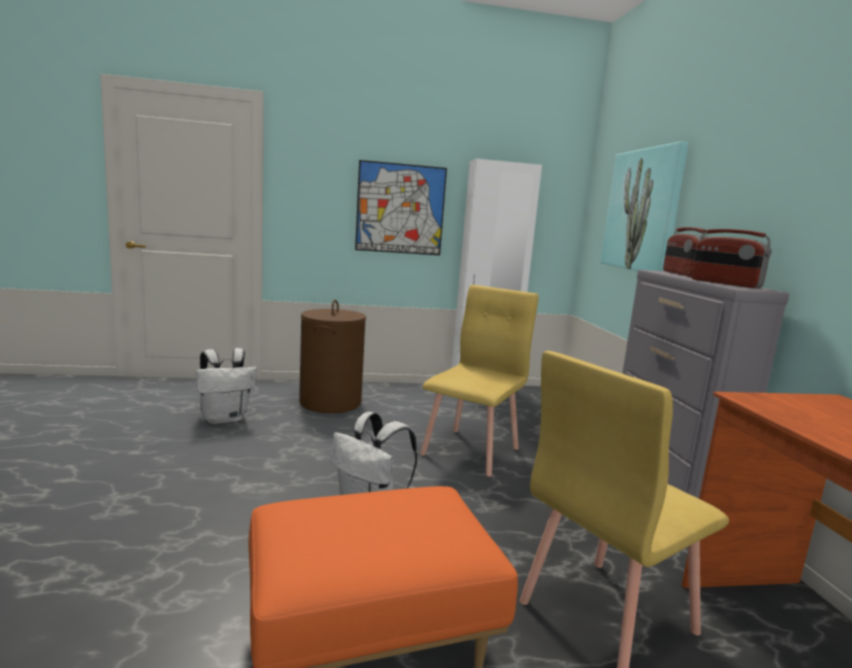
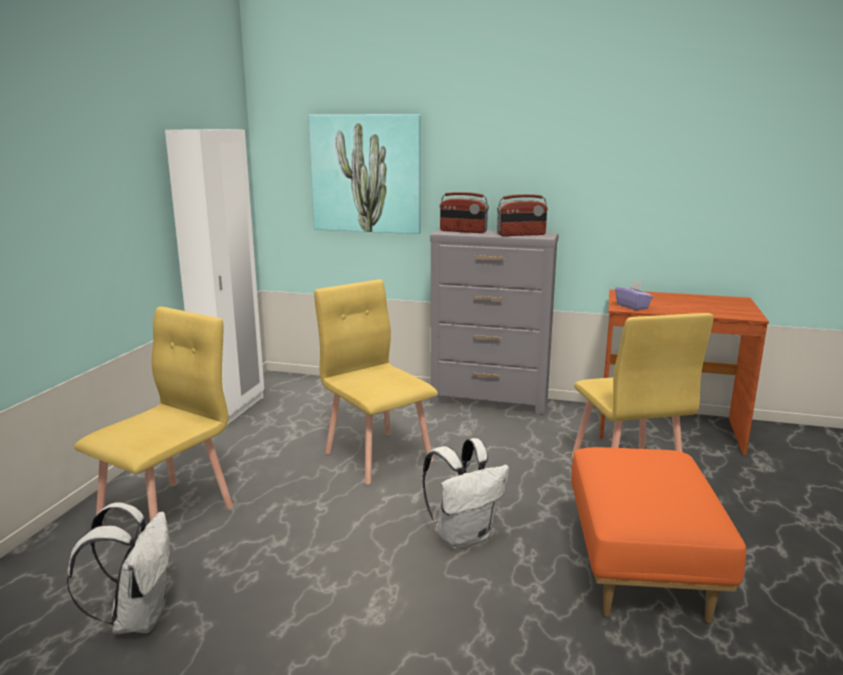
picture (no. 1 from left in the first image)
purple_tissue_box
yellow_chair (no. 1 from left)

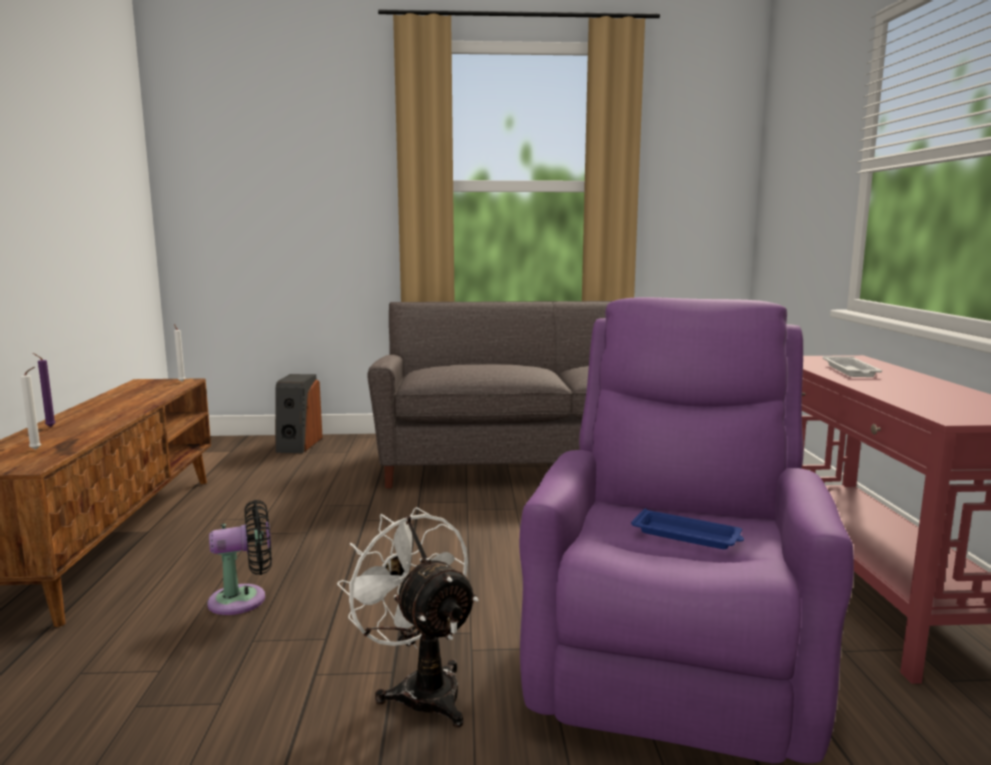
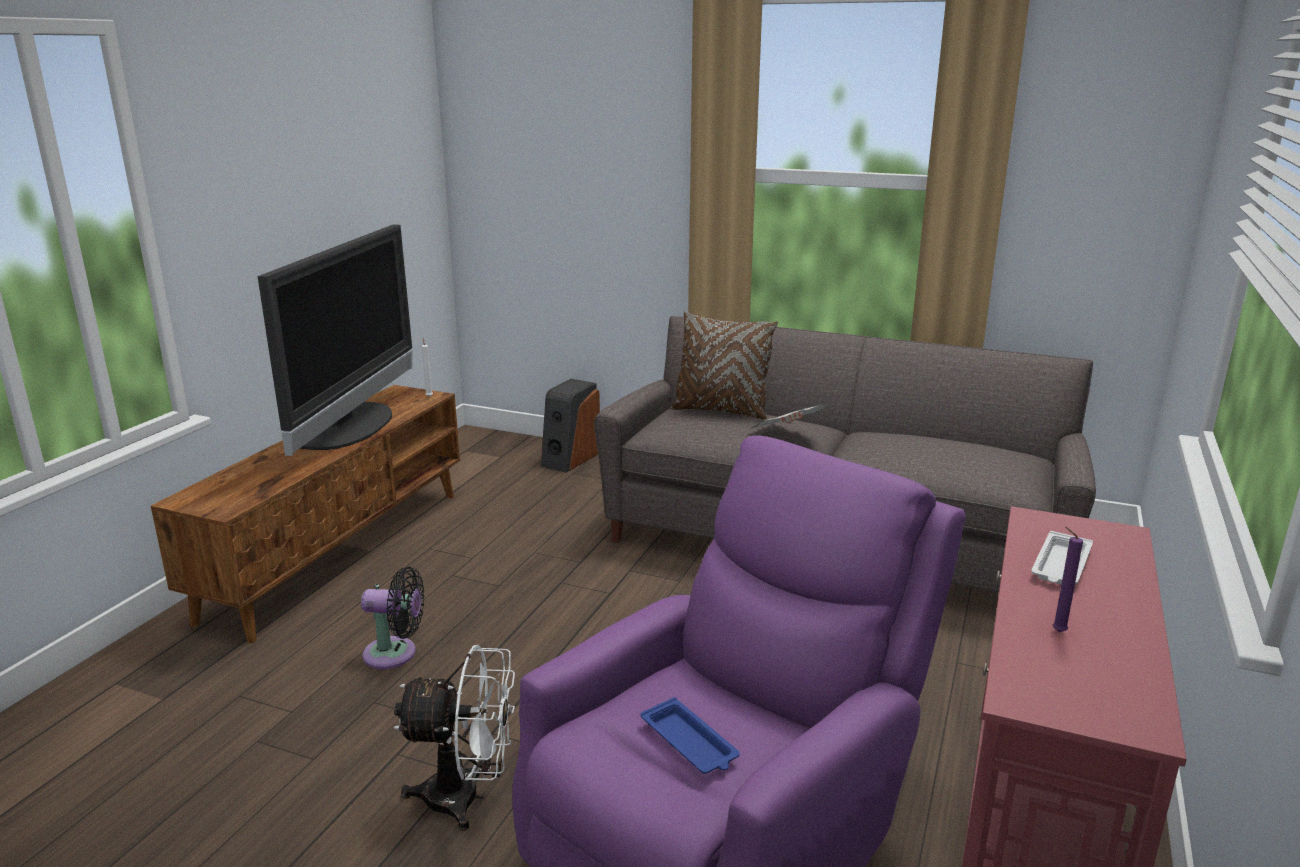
white_candle (no. 1 from left in the first image)
television
brown_pillow
newspaper
purple_candle
white_fan

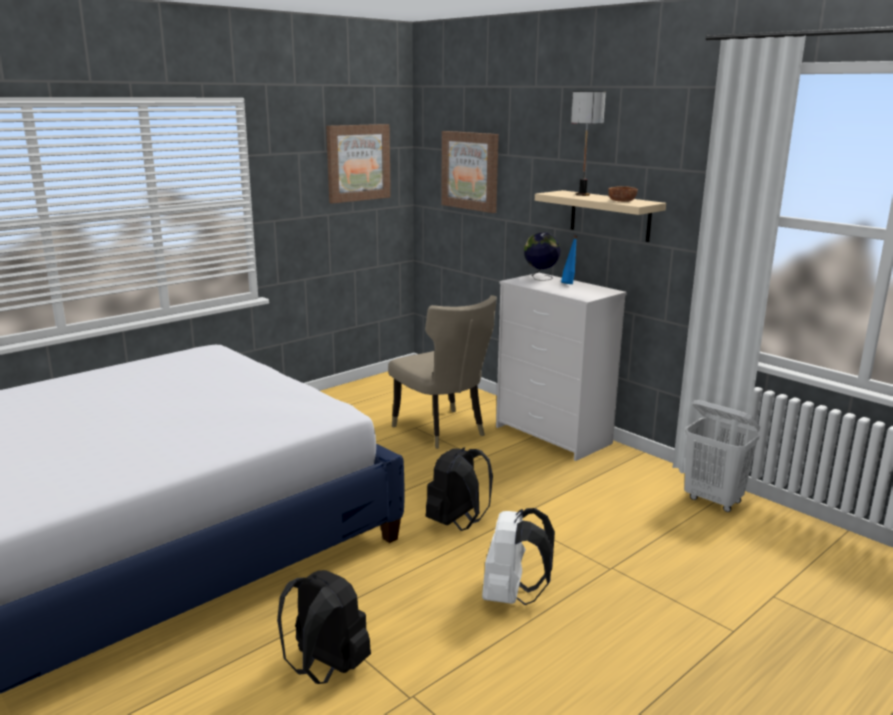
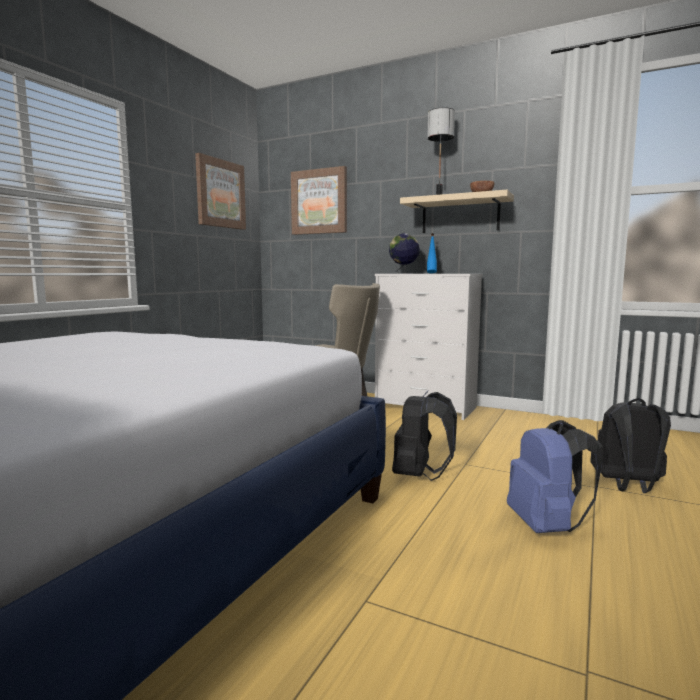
white_laundry_basket
black_backpack (no. 2 from left)
blue_backpack

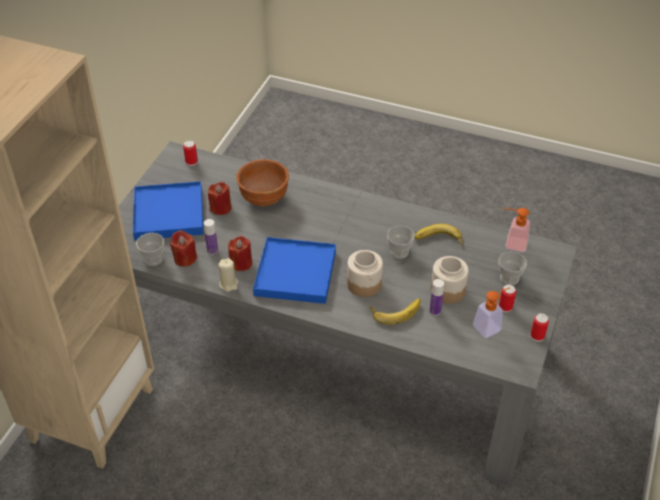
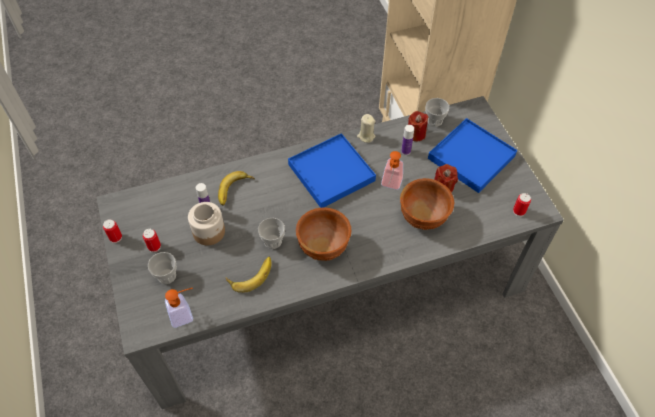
red_candle (no. 3 from left in the first image)
jar (no. 1 from left in the first image)
brown_bowl (no. 1 from left)
soap_dispenser (no. 2 from left)

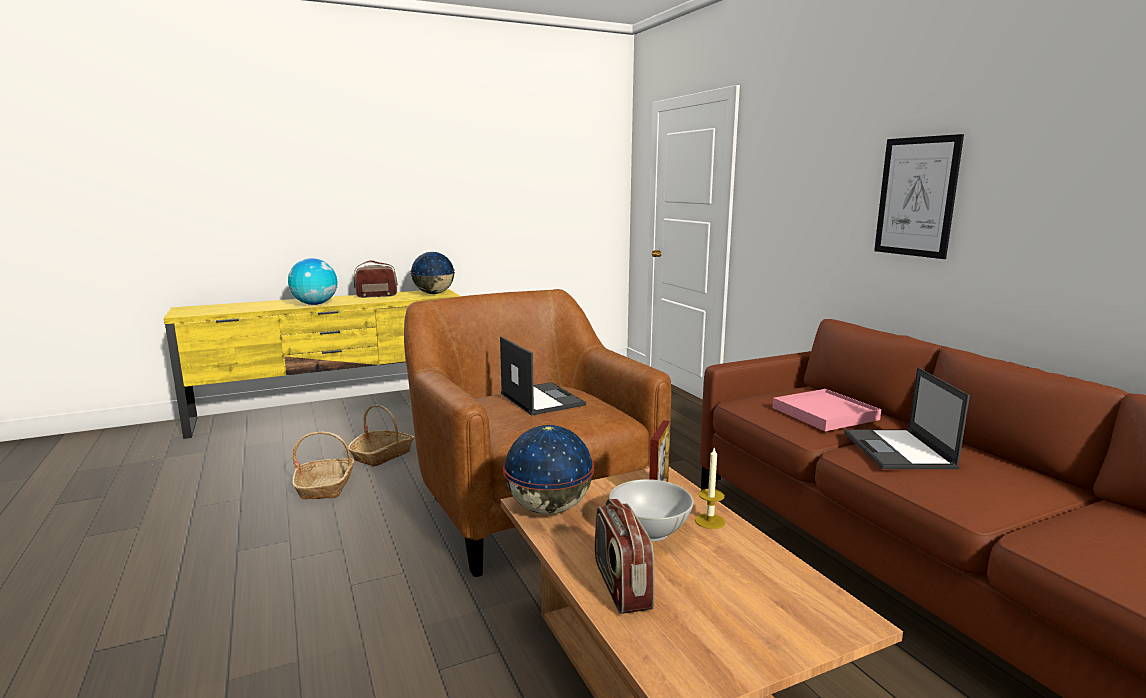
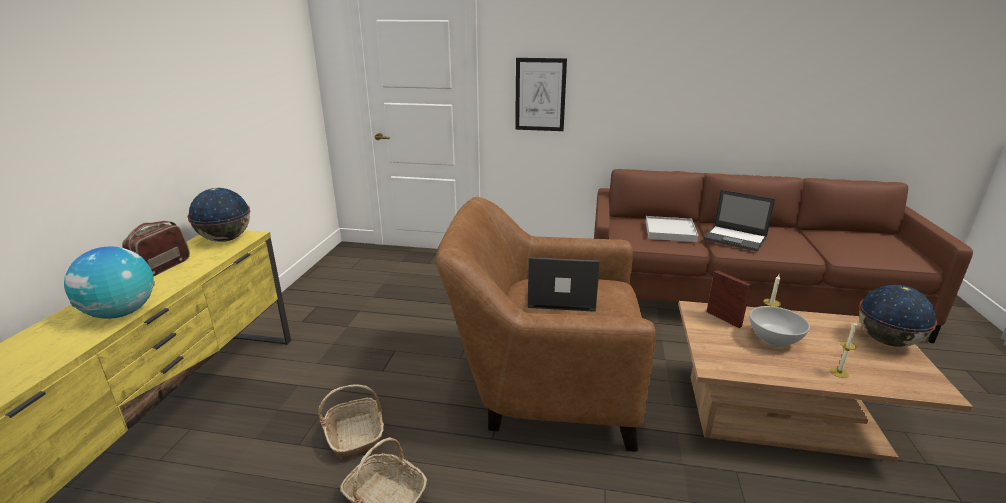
globe (no. 3 from left)
picture
candle (no. 2 from left)
white_tray

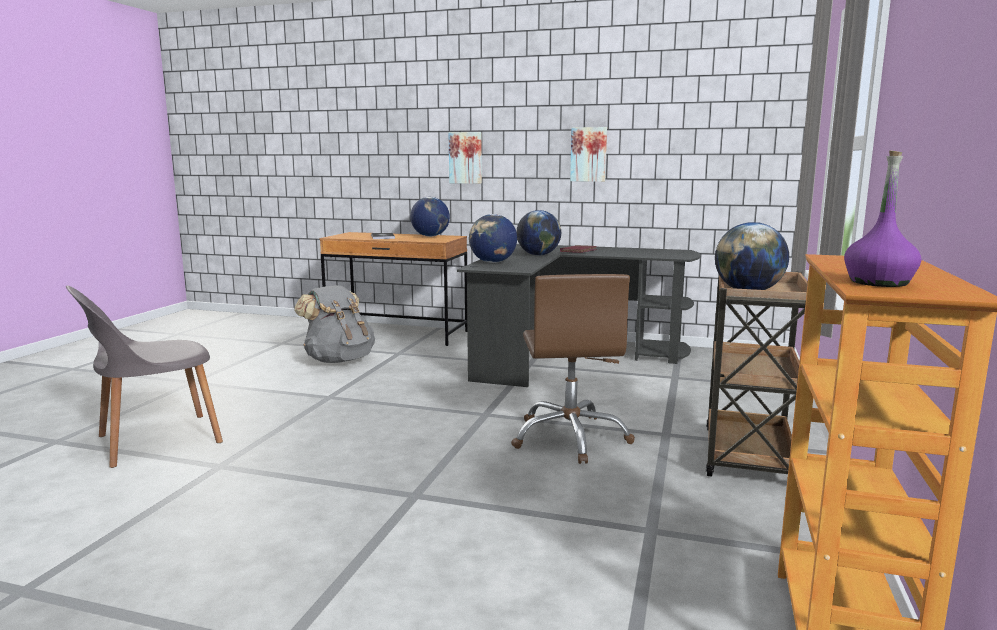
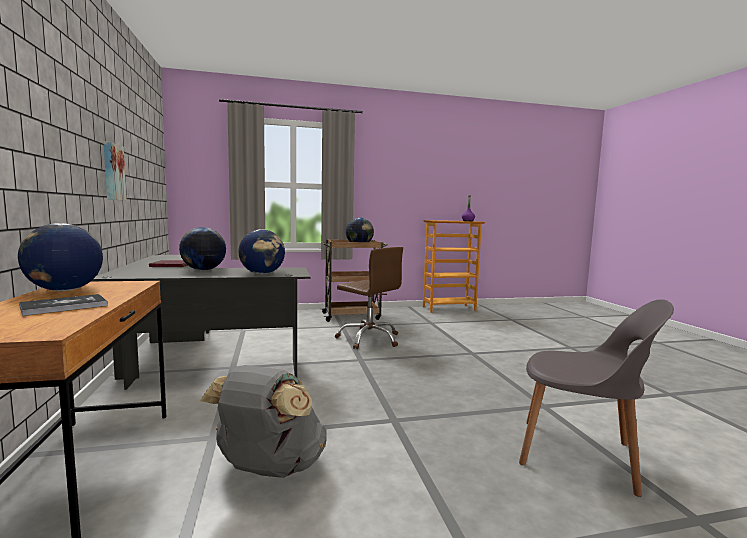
picture (no. 1 from left in the first image)
brown_office_chair

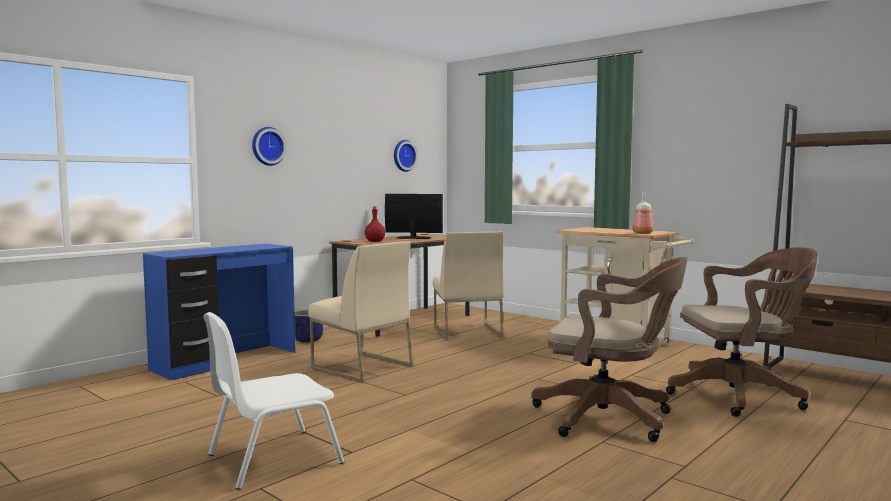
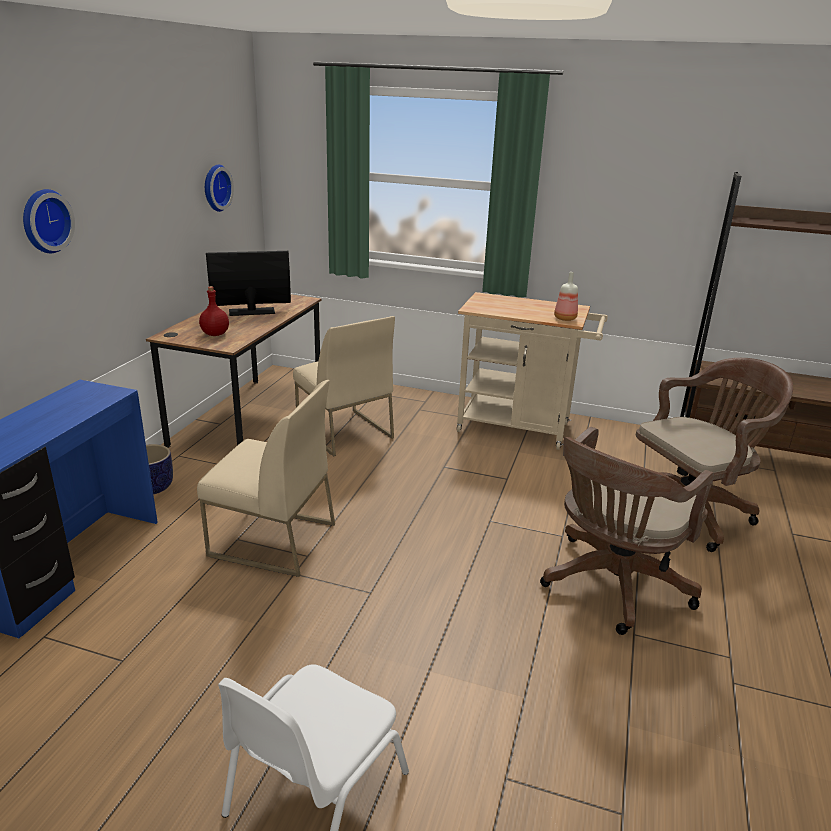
brown_office_chair (no. 1 from left)

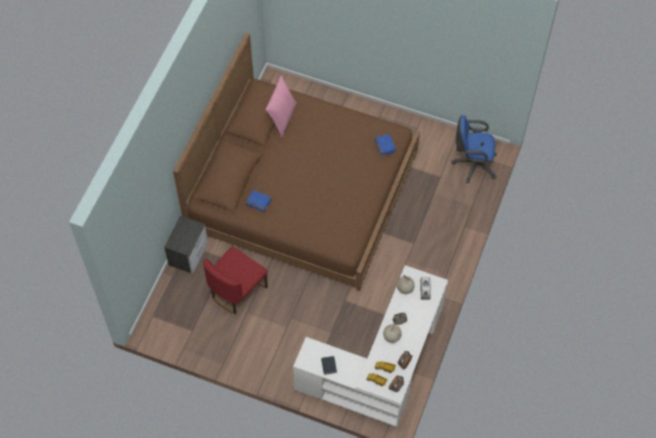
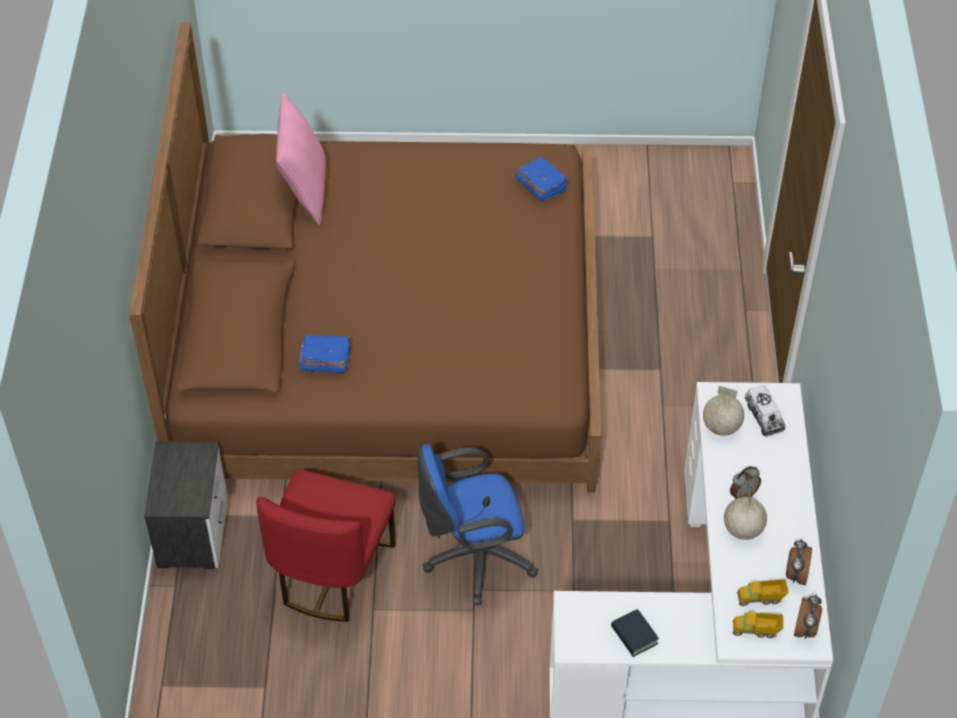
blue_office_chair

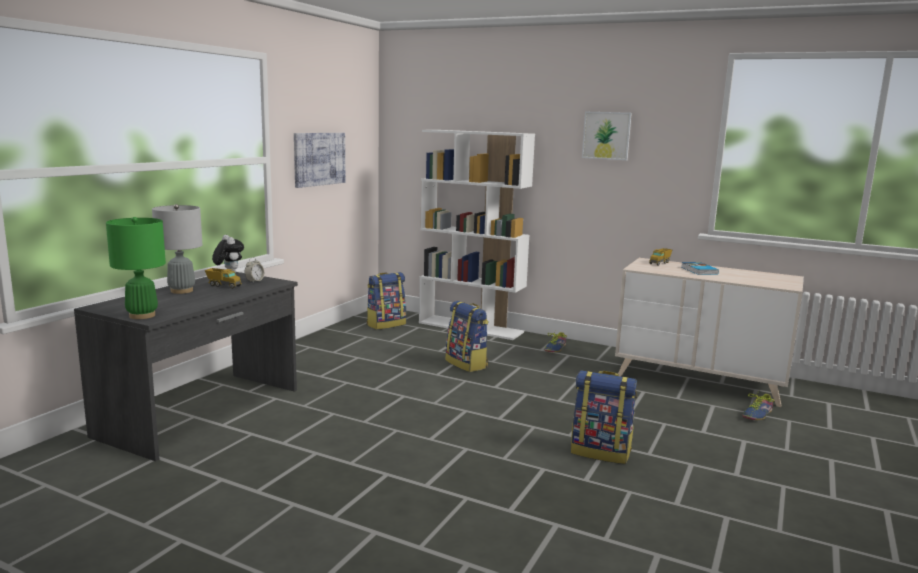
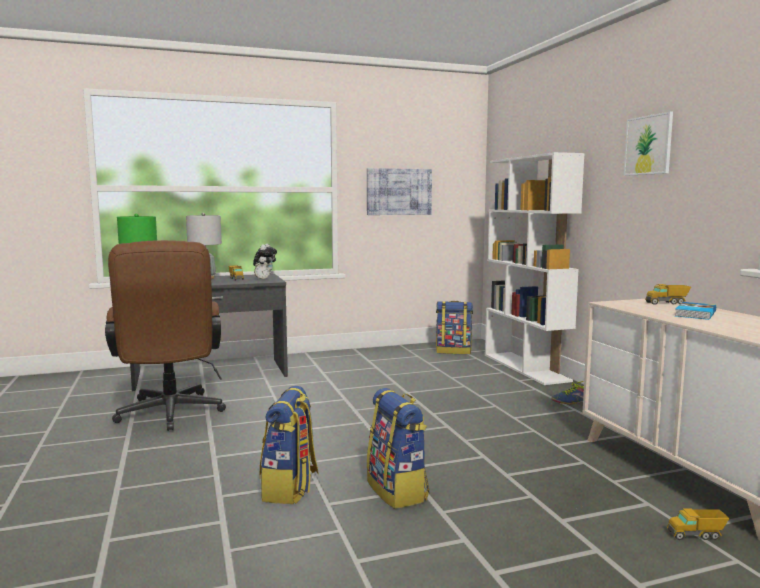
brown_office_chair
backpack (no. 1 from left)
toy_truck (no. 3 from left)

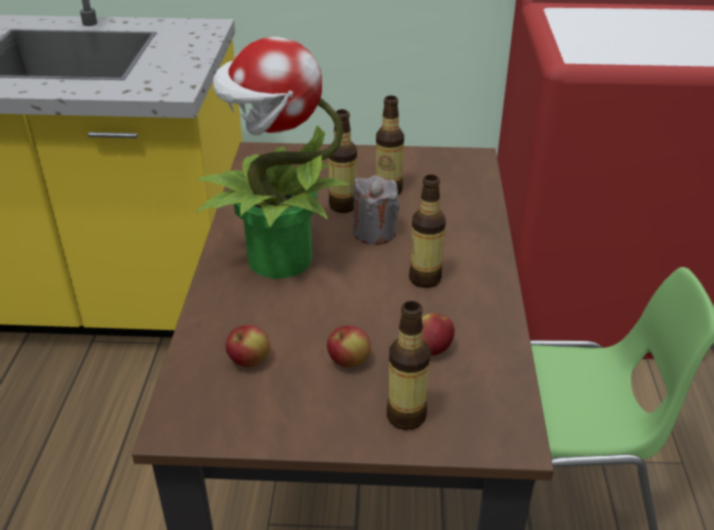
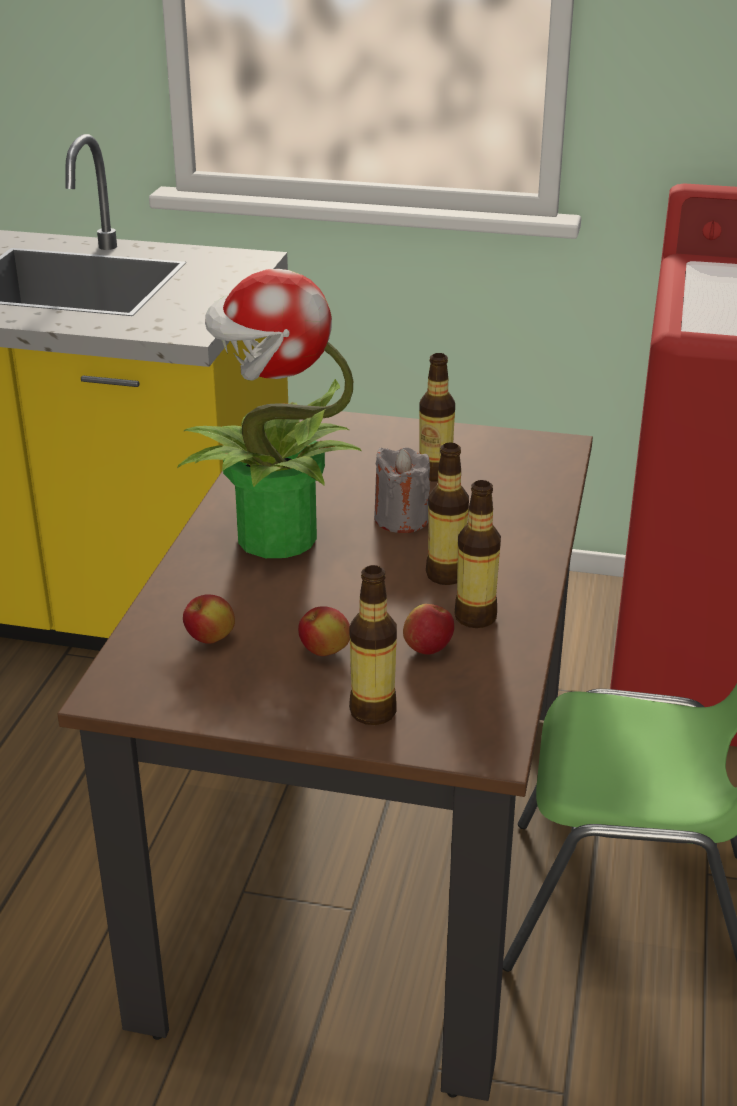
bottle (no. 4 from left)

